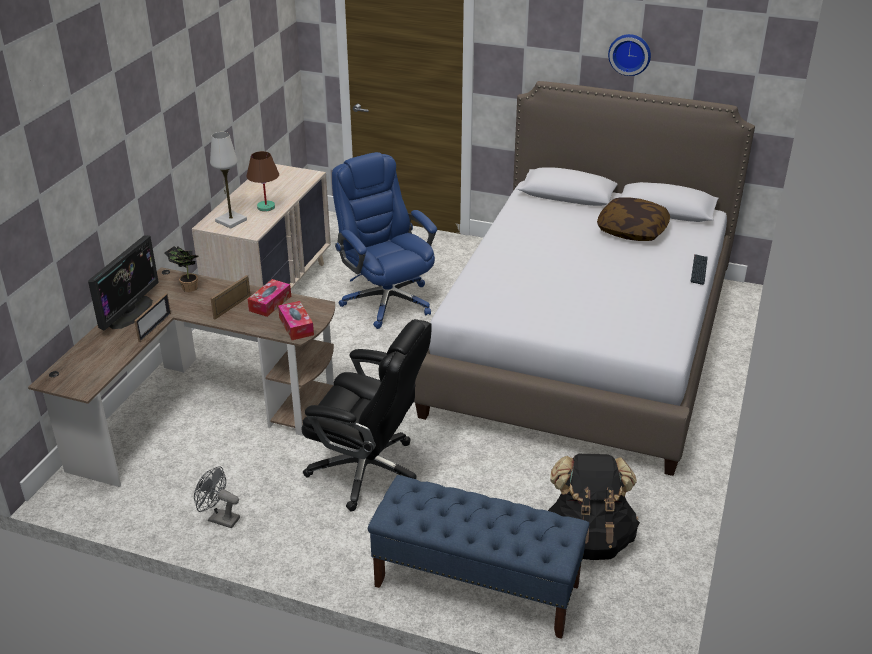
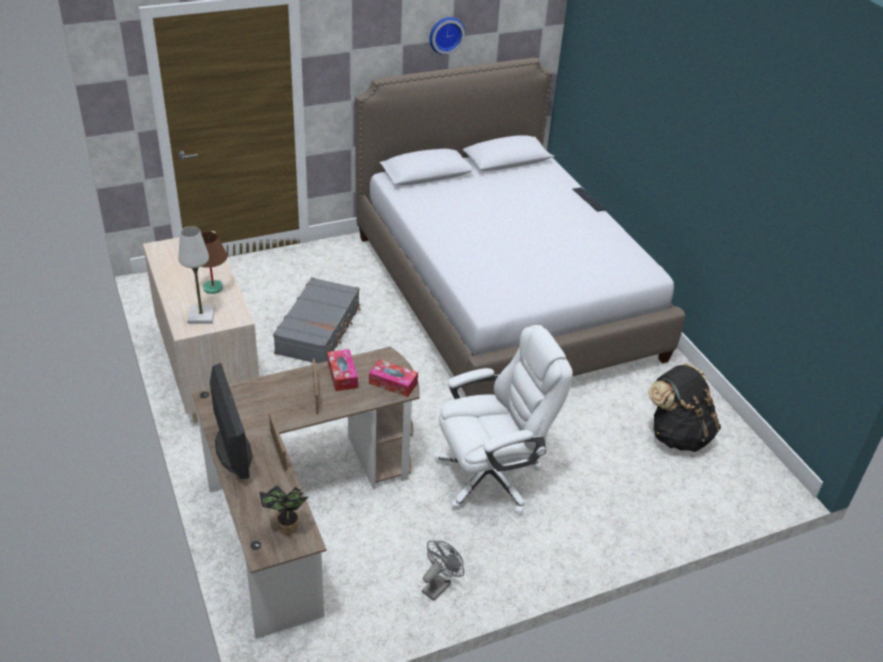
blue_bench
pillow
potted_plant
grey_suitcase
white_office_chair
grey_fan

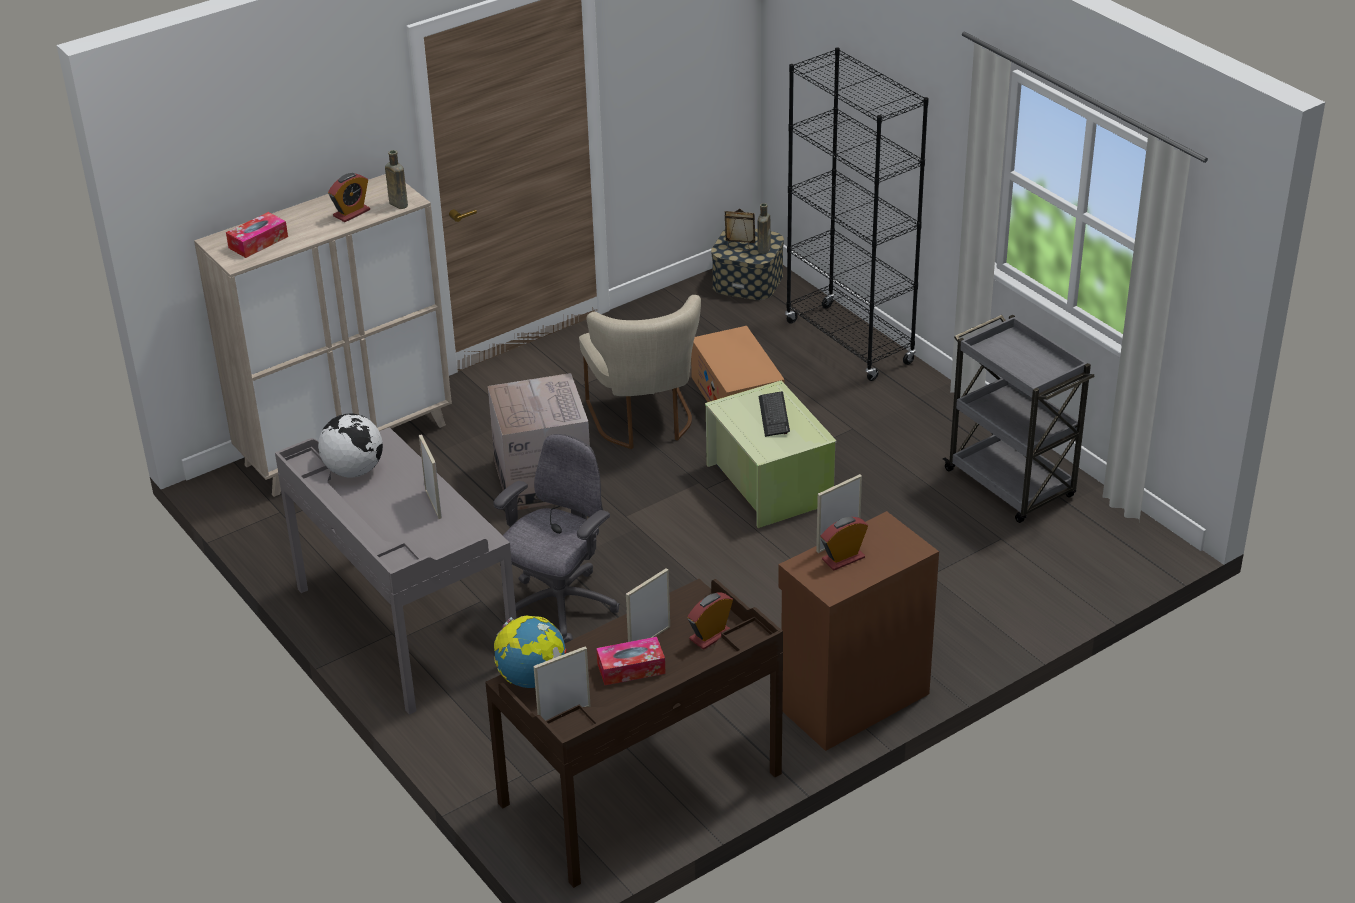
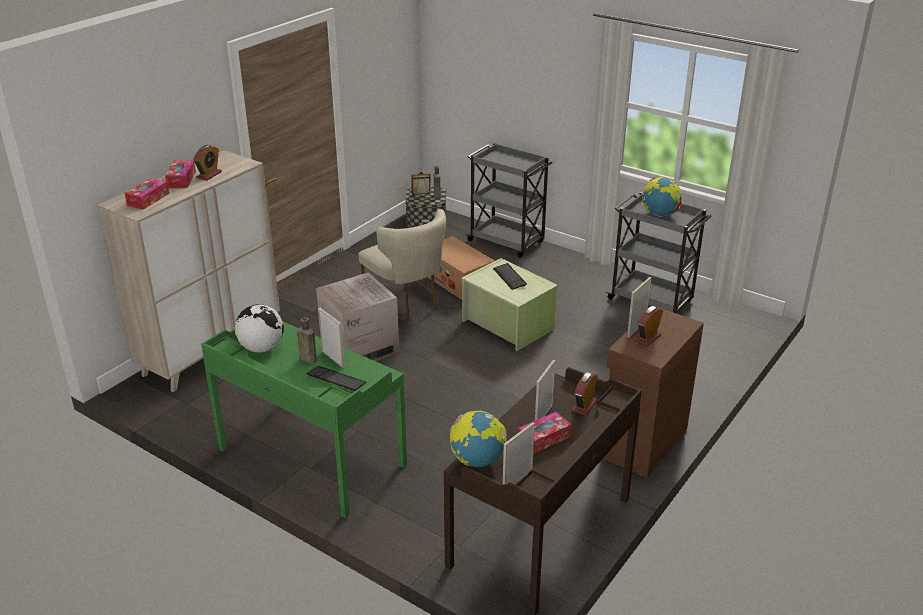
grey_office_chair
tissue_box (no. 2 from left)
keyboard (no. 1 from left)
globe (no. 3 from left)
brown_bottle (no. 1 from left)
grey_cart (no. 1 from left)
green_desk

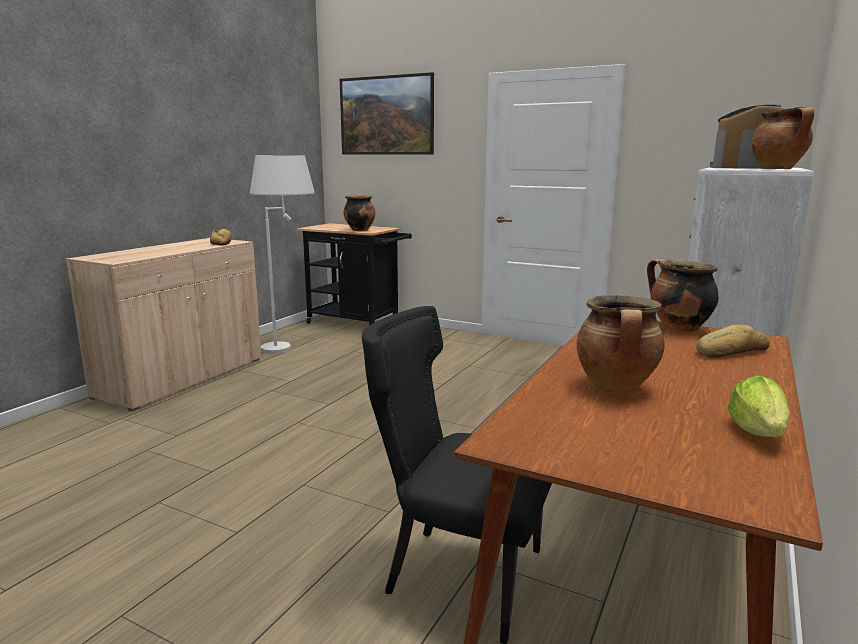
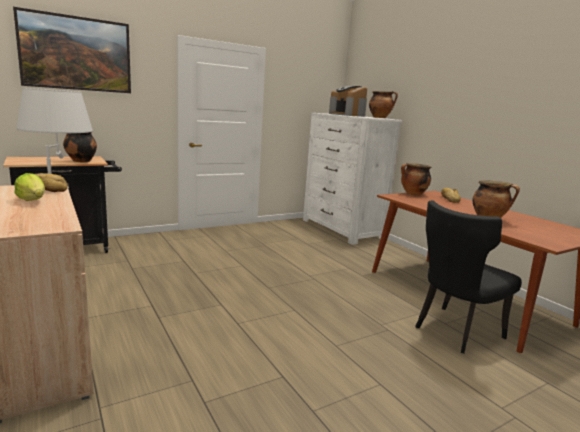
lettuce

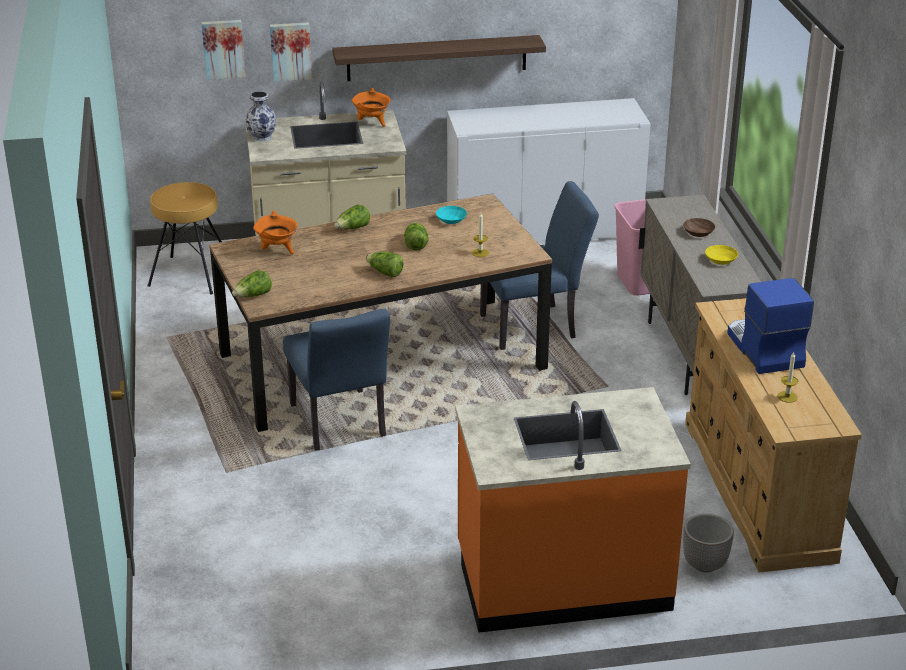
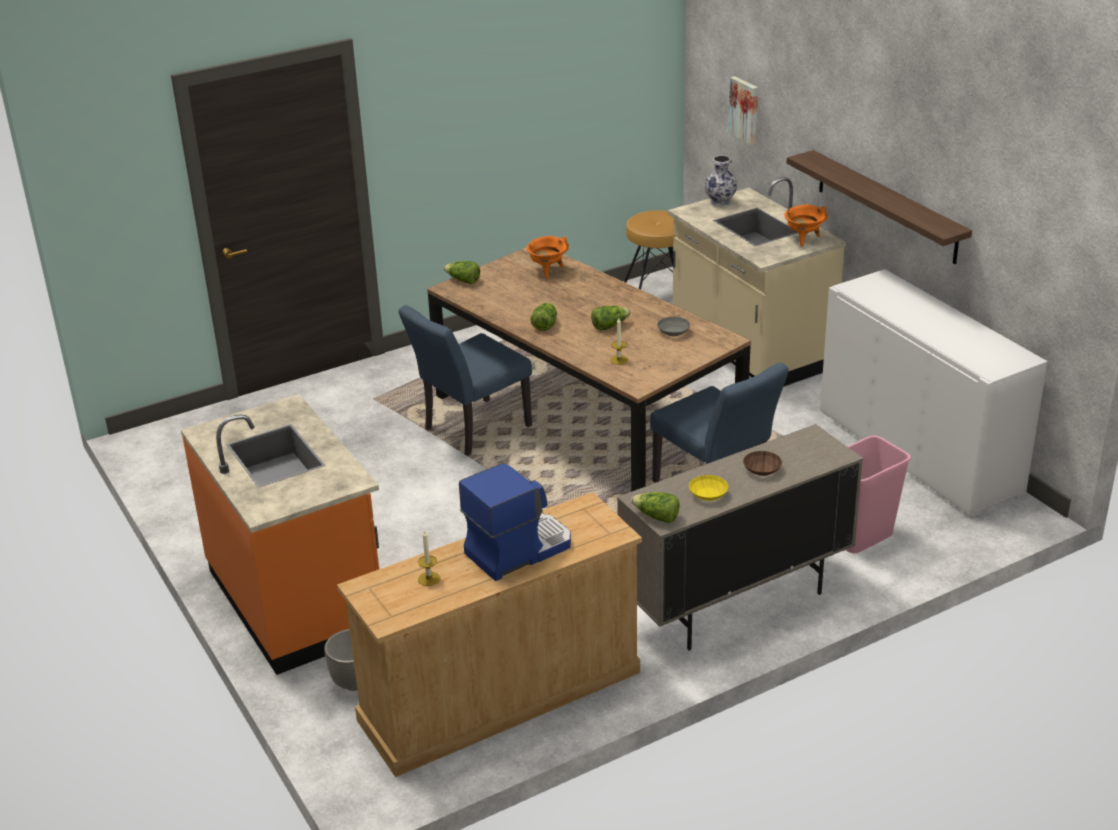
picture (no. 2 from left in the first image)
lettuce (no. 4 from left)
grey_bowl

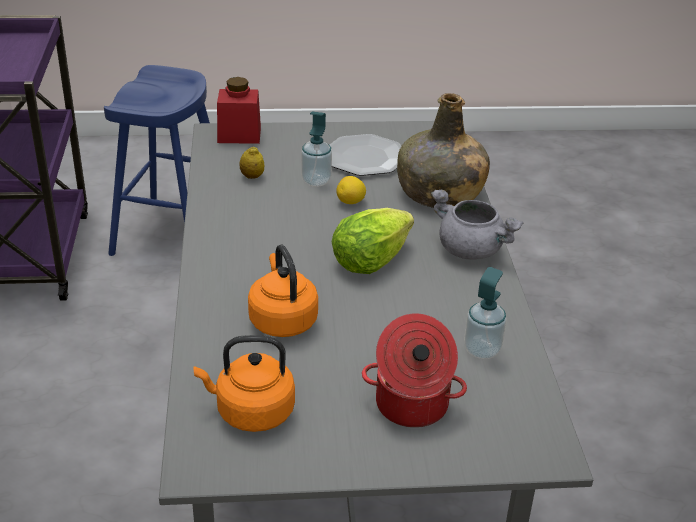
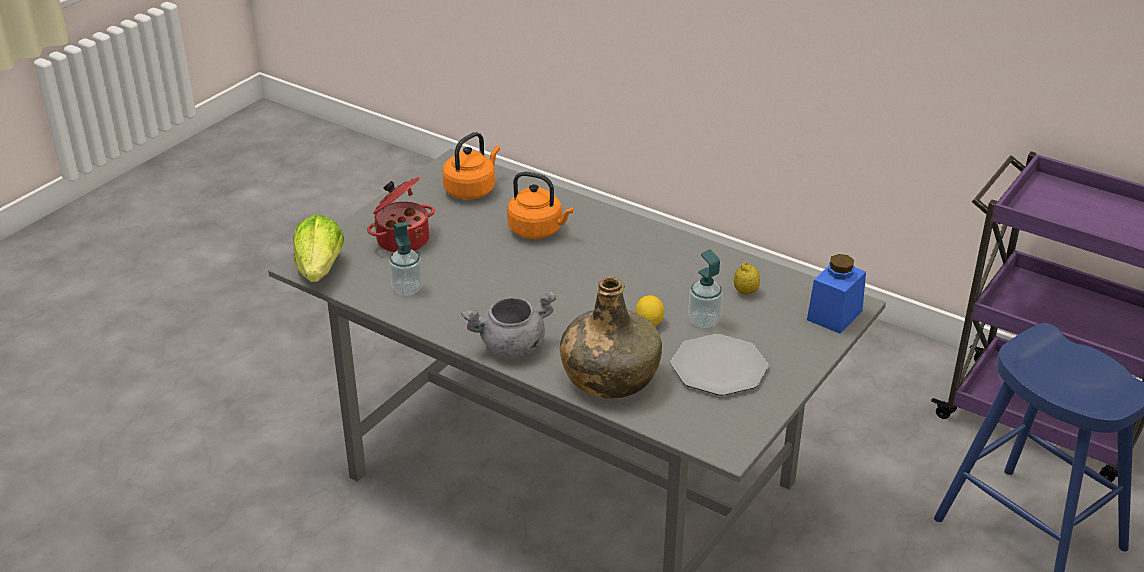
lettuce
blue_jar

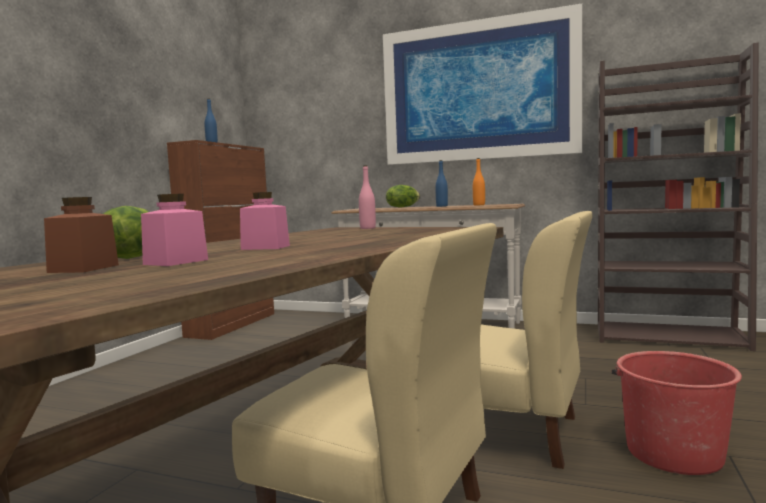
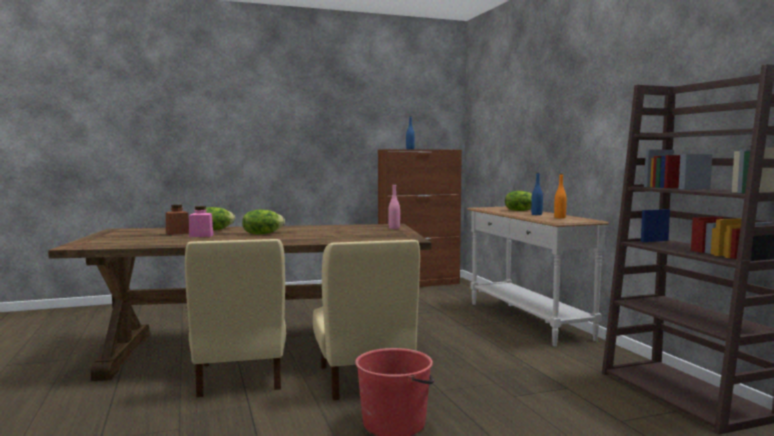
picture
lettuce (no. 2 from left)

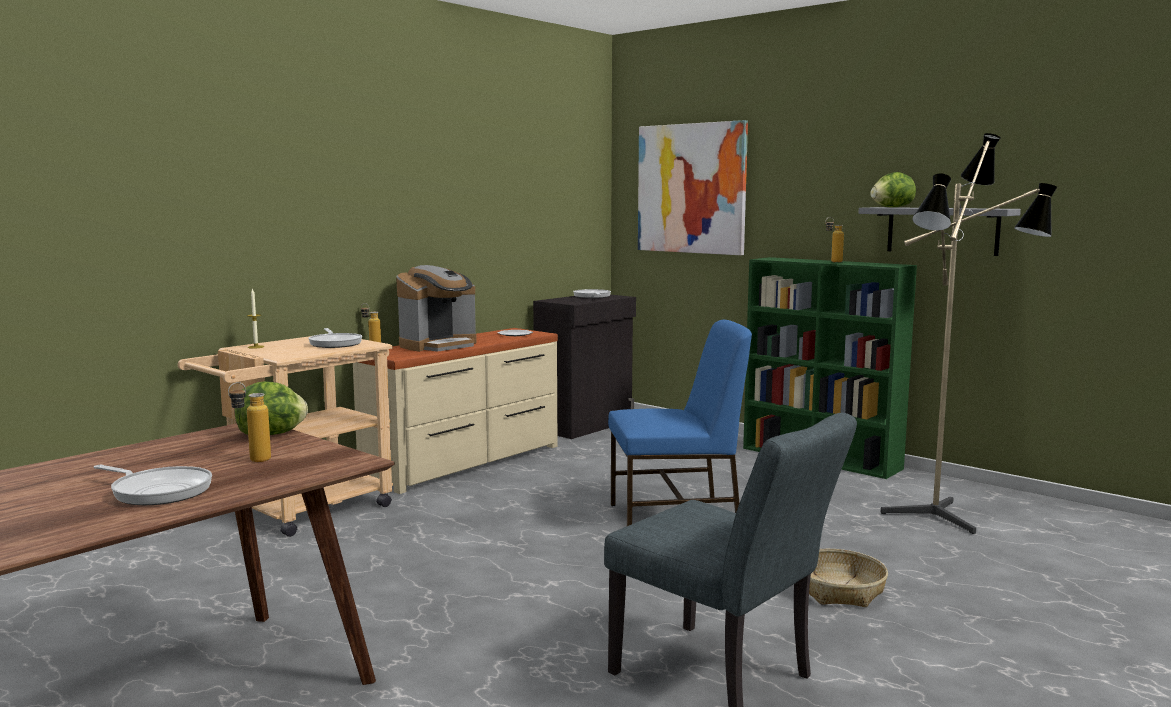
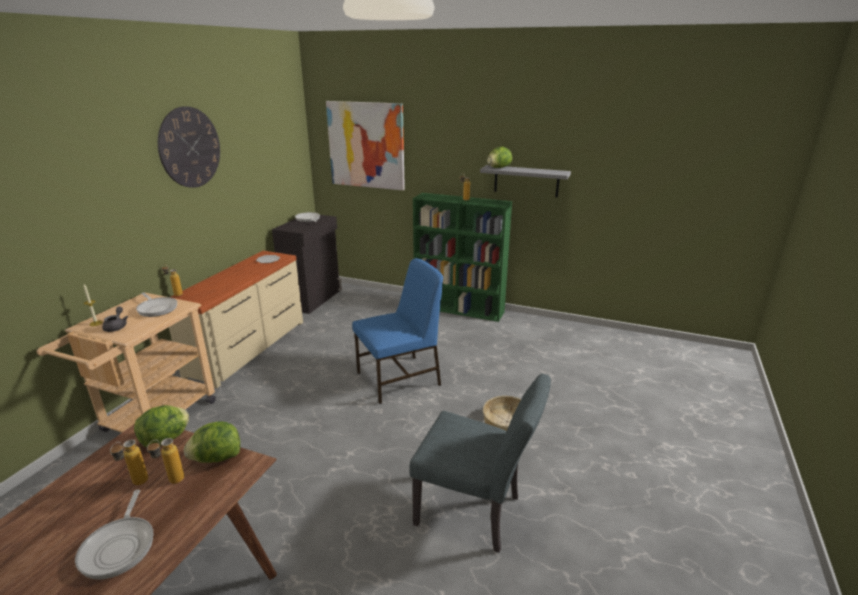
coffee_machine
floor_lamp
grey_teapot
bottle (no. 1 from left)
wall_clock
lettuce (no. 2 from left)
frying_pan (no. 1 from left)

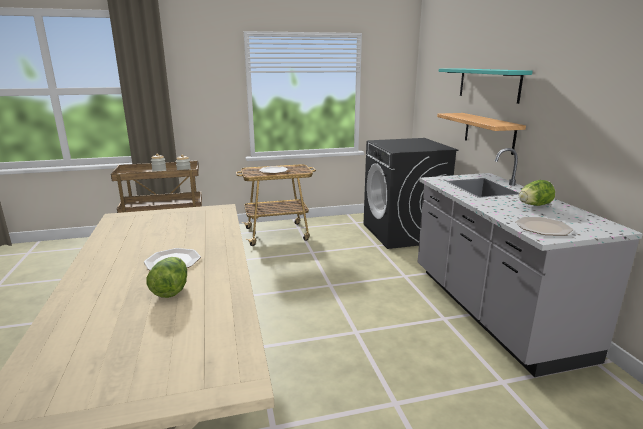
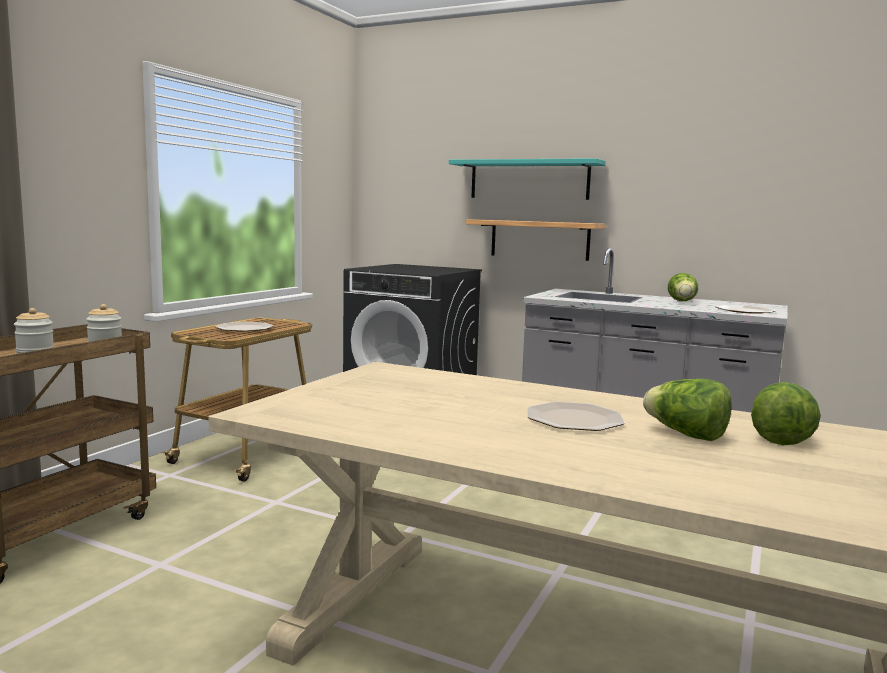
lettuce (no. 3 from left)

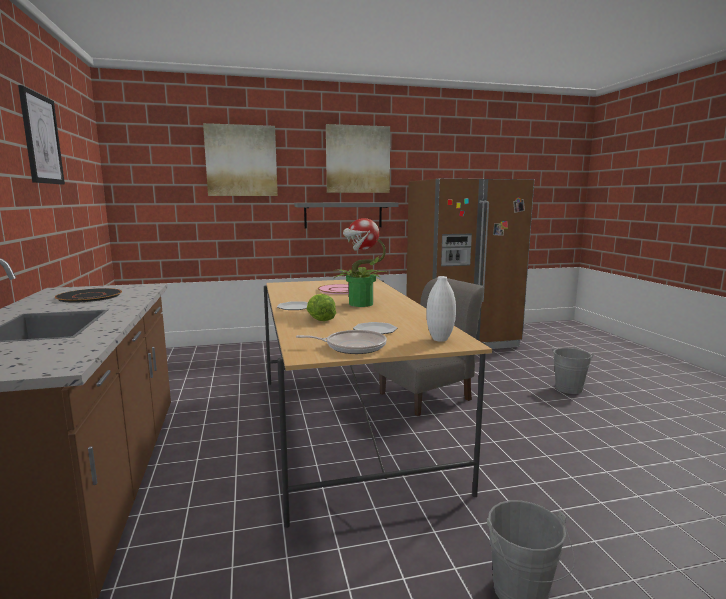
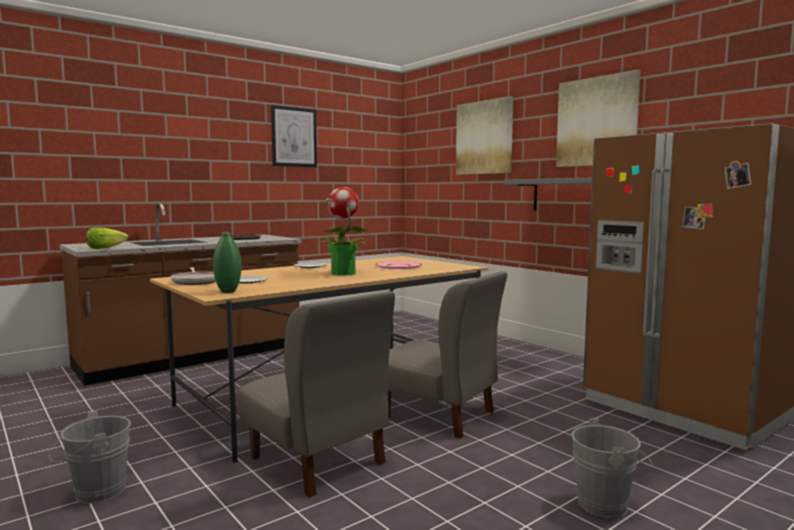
grey_chair (no. 1 from left)
lettuce
green_vase

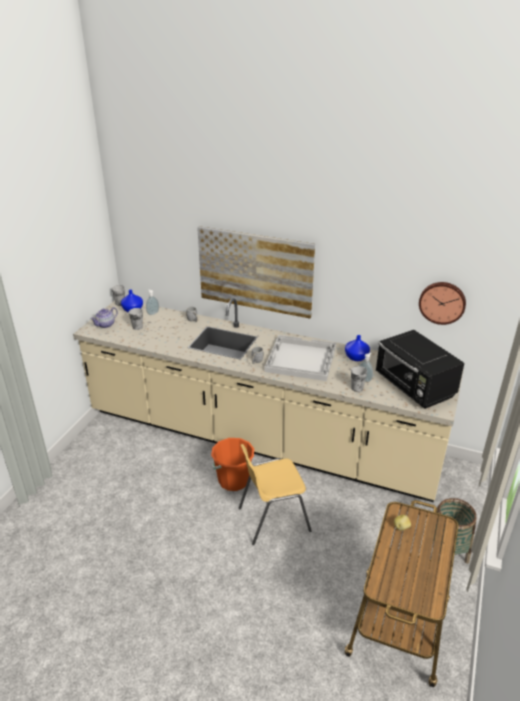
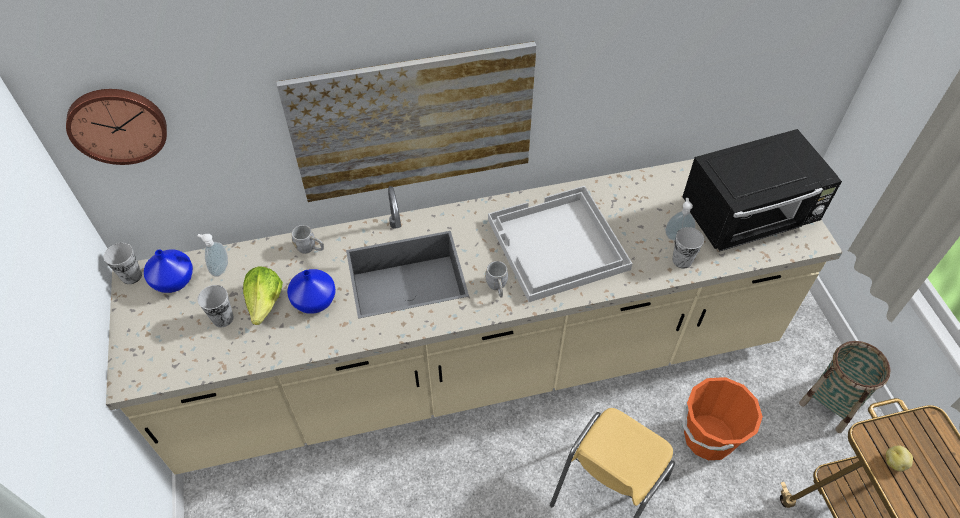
teapot
lettuce
orange_bucket
blue_vase (no. 2 from left)
wall_clock
black_microwave

